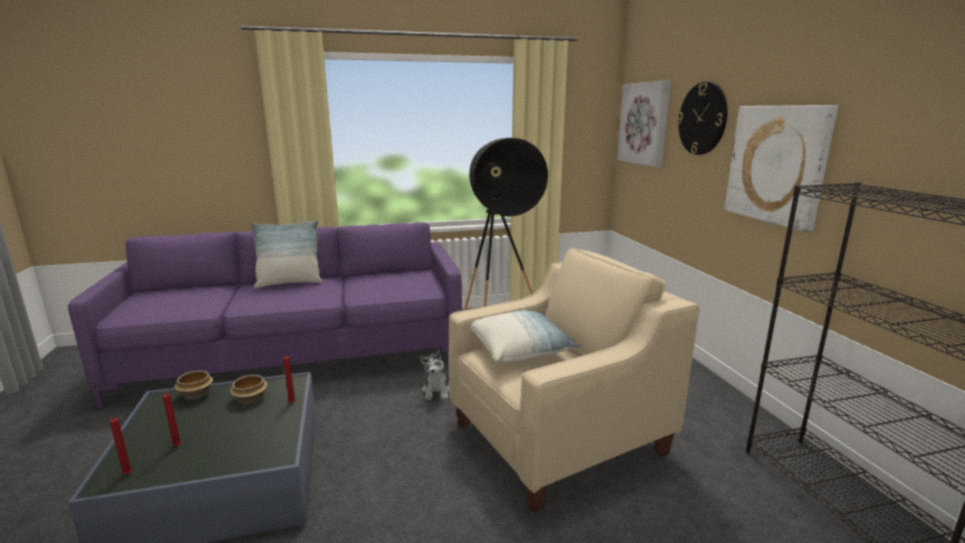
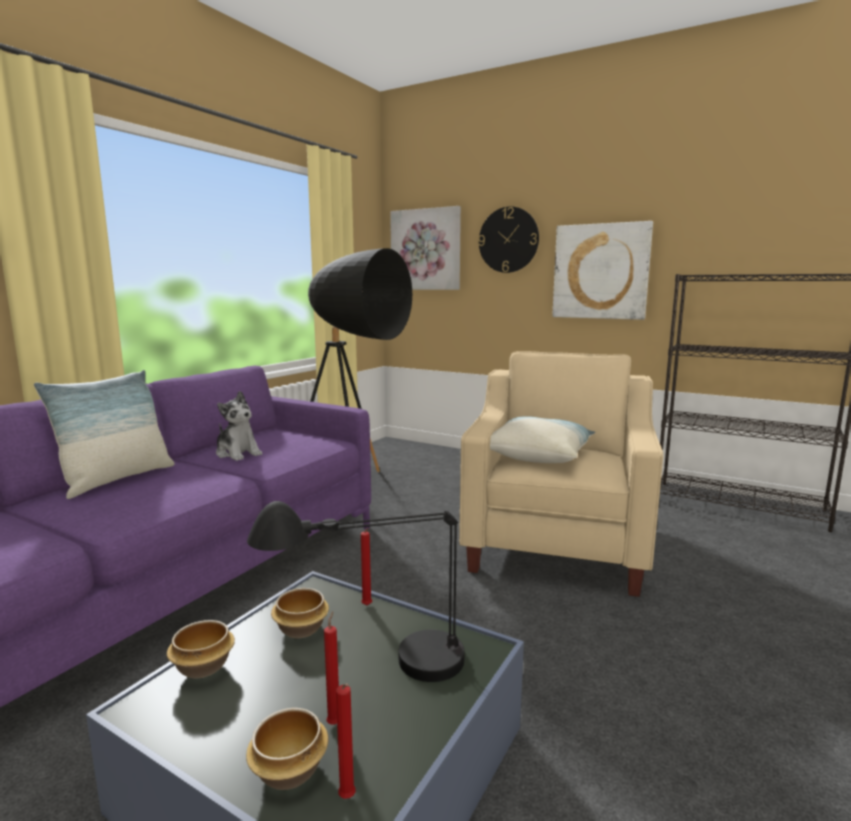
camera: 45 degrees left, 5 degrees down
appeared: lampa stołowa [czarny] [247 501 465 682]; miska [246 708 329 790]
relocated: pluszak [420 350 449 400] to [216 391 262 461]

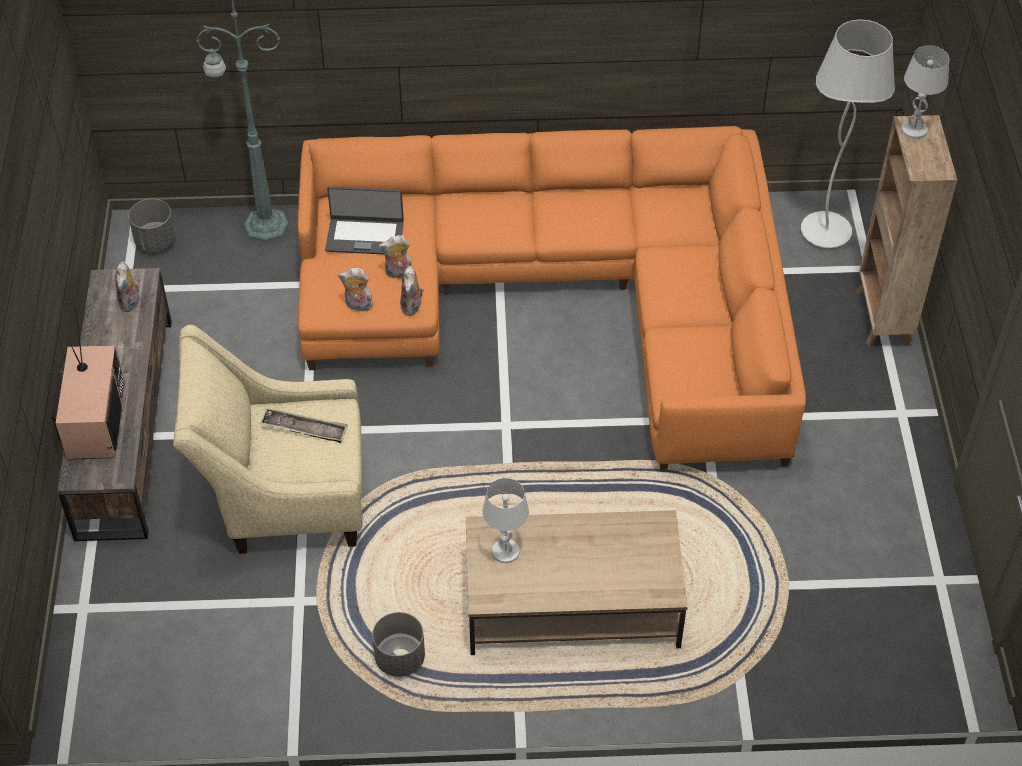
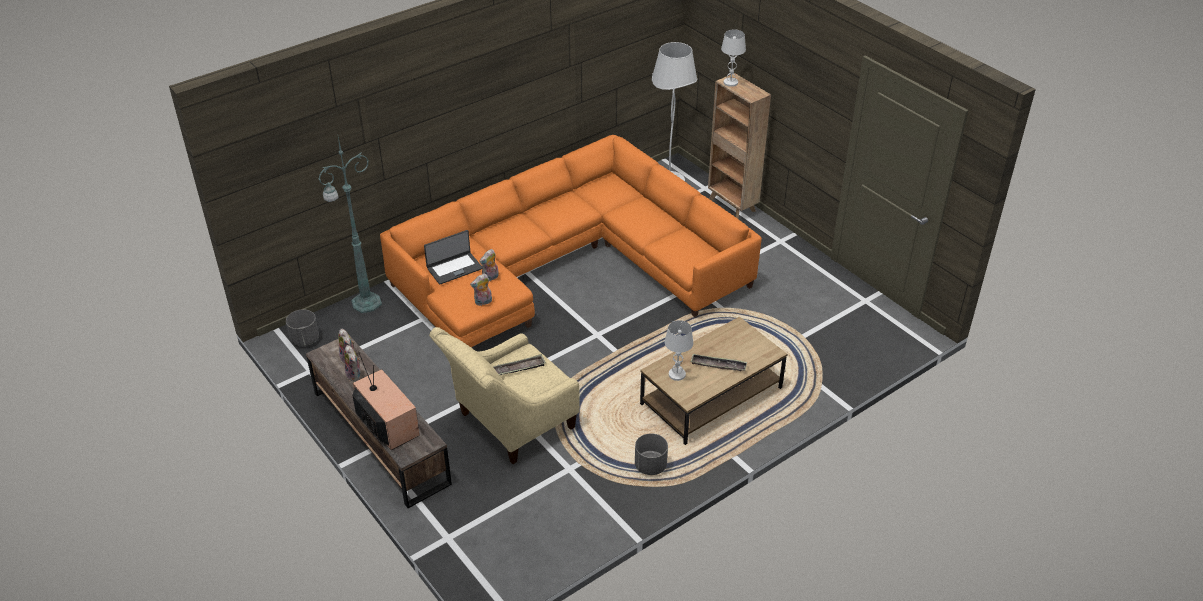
camera: 35 degrees left, 10 degrees down
appeared: taca [690 354 747 371]
relocated: pluszak [400 266 424 316] to [344 345 361 381]

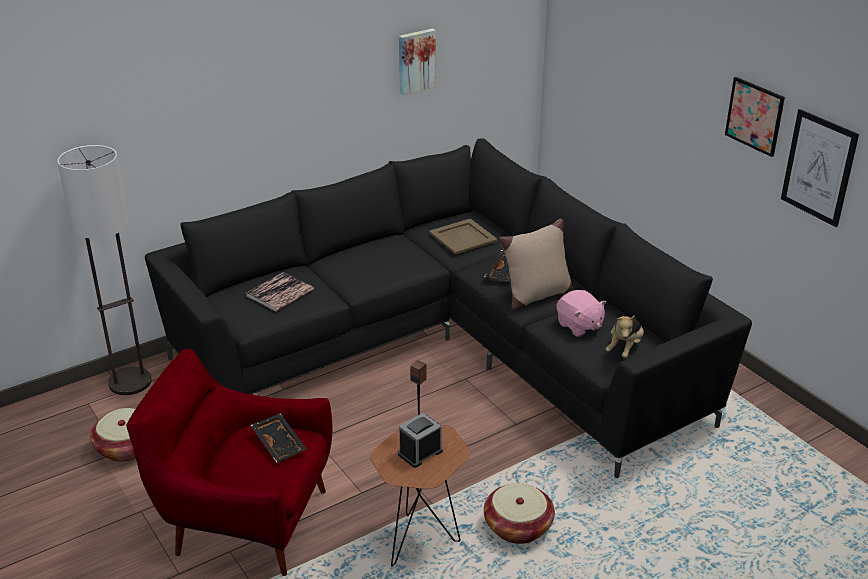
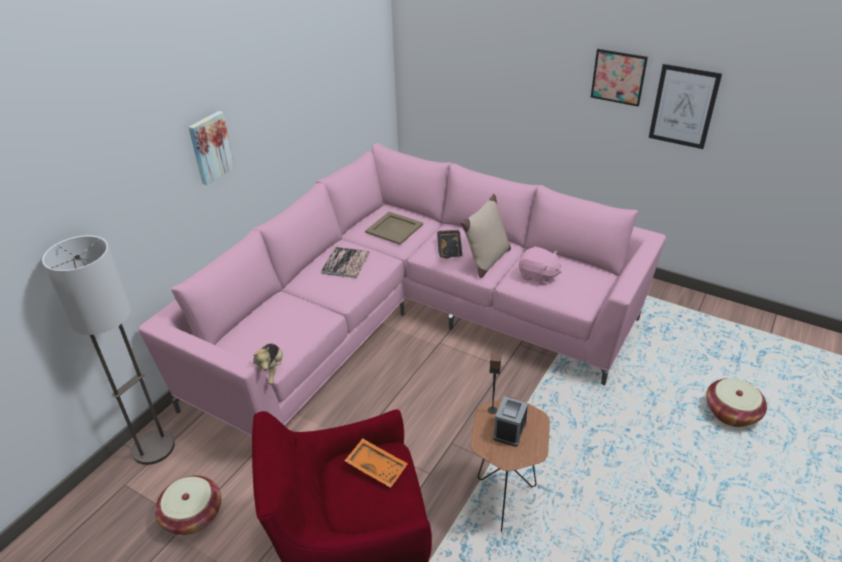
camera: 25 degrees left, 5 degrees up
relocated: obraz [399 28 436 95] to [188 111 235 185]; książka [246 272 314 311] to [321 247 370 278]; pluszak [606 315 644 358] to [253 344 283 385]; koszyk [484 483 555 544] to [706 378 767 427]
colour: kanapa [czarny] [145 138 752 478] to kanapa [różowy] [139 143 666 436]; taca [czarny] [251 413 307 463] to taca [pomarańczowy] [345 438 408 488]

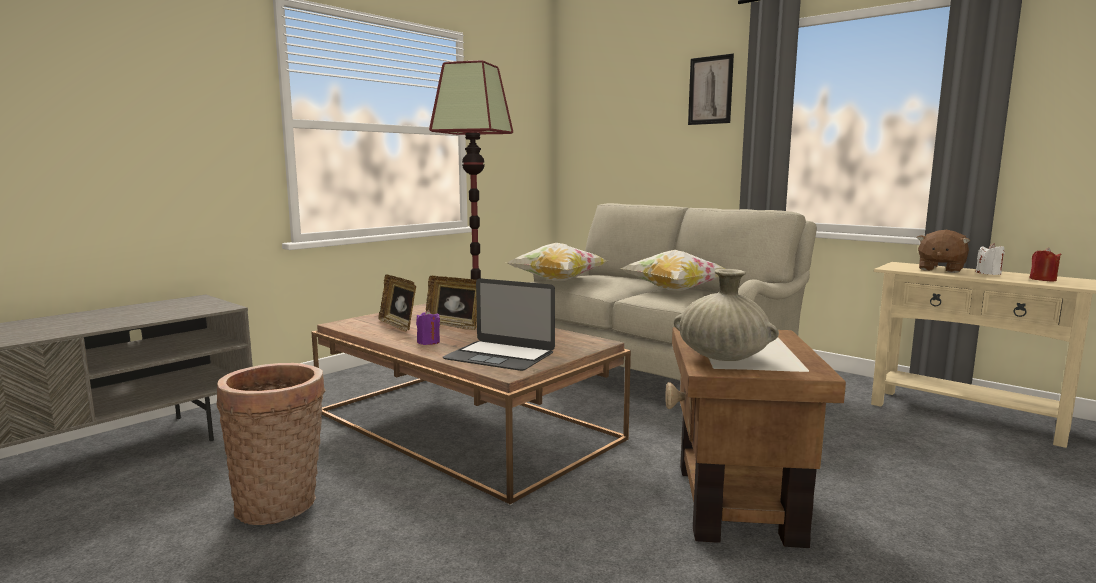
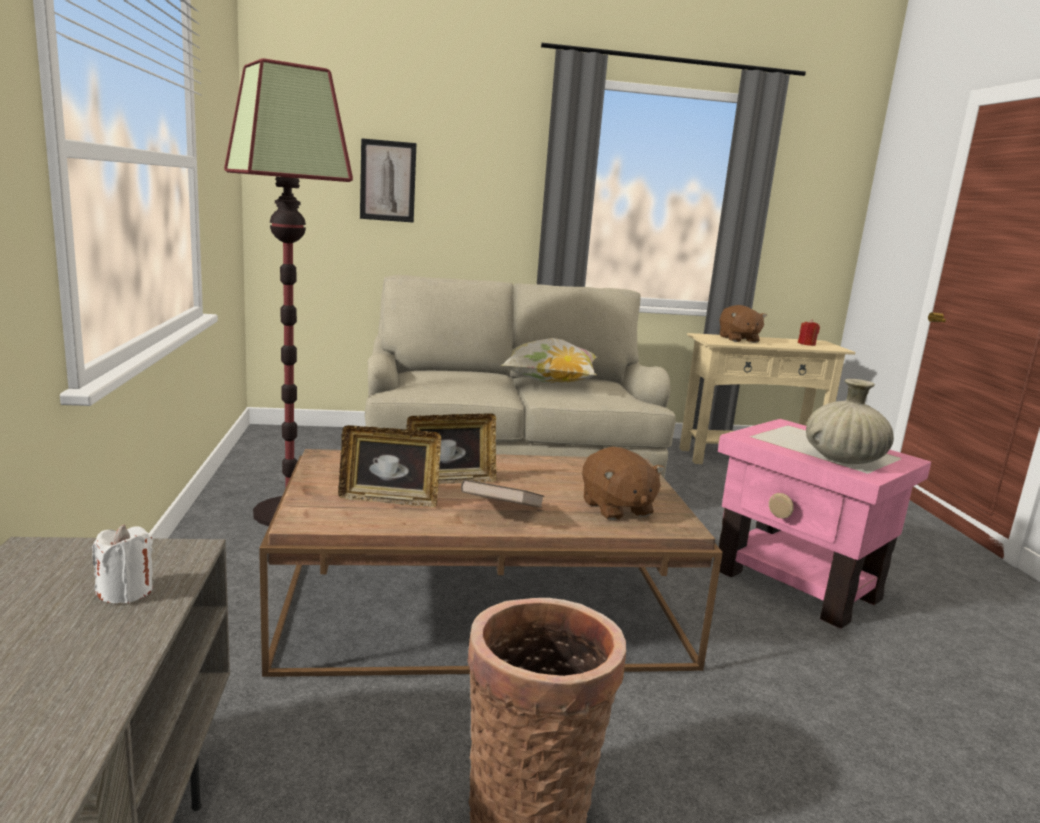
camera: 50 degrees left, 5 degrees up
missing: poduszka [507 243 607 281]
relocated: obraz [688 54 734 125] to [360 138 417 223]; świeca [biały] [976 243 1005 275] to [92 524 153 603]
exchanged: laptop [443 278 555 371] to pluszak [brązowy] [582 446 665 520]; świeca [fioletowy] [416 310 440 345] to książka [brązowy] [461 479 544 508]
colour: stolik [brązowy] [665 327 846 548] to stolik [różowy] [718 419 931 629]

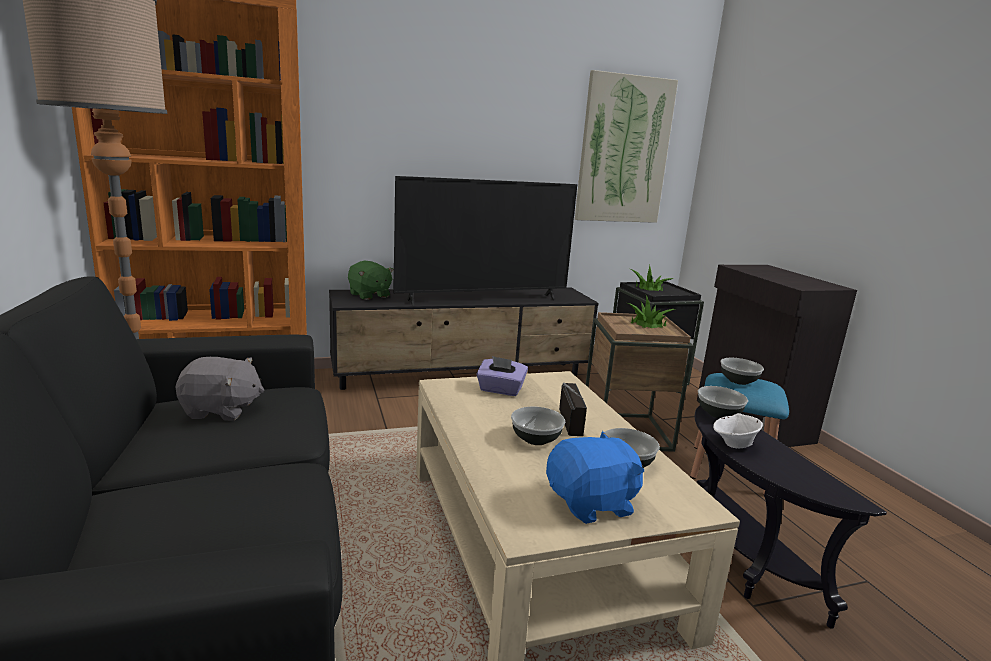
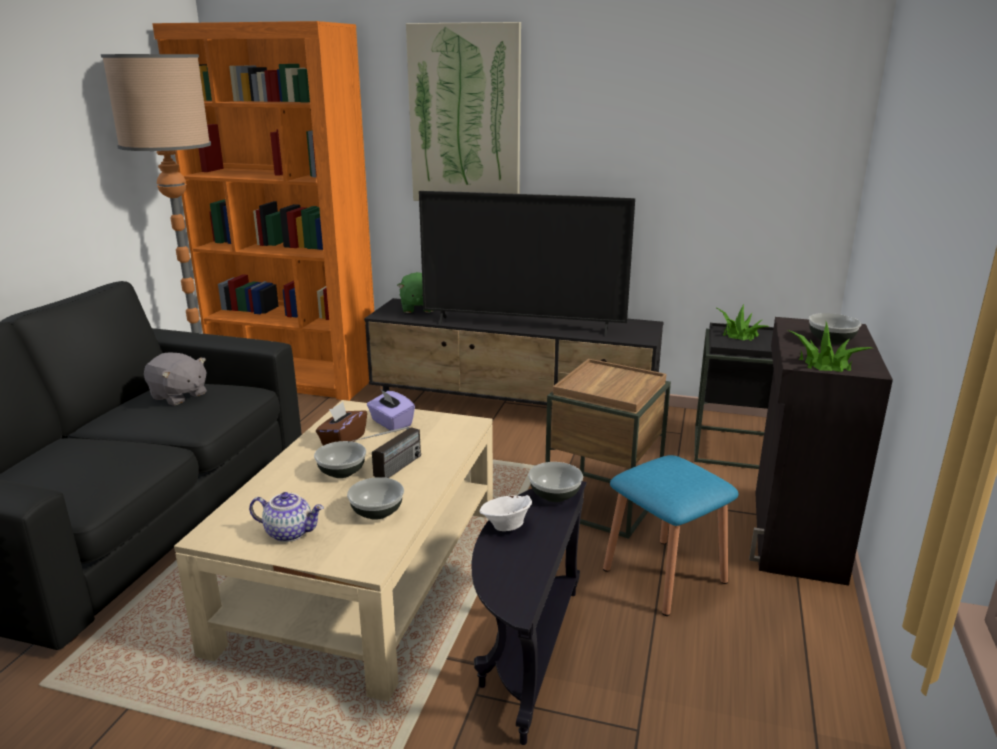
camera: 35 degrees right, 5 degrees up
appeared: pudełko chusteczek [brązowy] [316 402 367 446]
relocated: obraz [575 70 678 223] to [406 22 521 201]; roślina doniczkowa [628 295 675 328] to [788 322 871 372]; miska [720 358 764 385] to [808 313 861 345]
exchanged: pluszak [niebieski] [546 431 644 524] to imbryk [249 492 324 542]

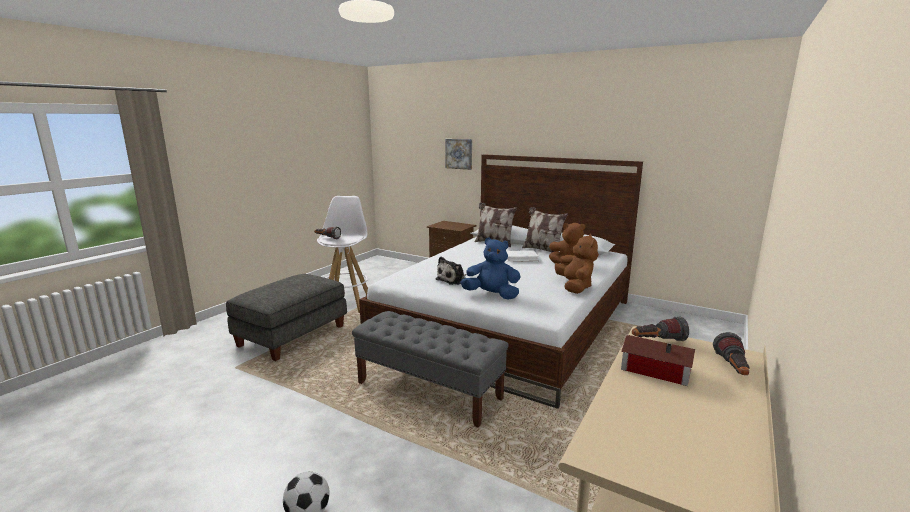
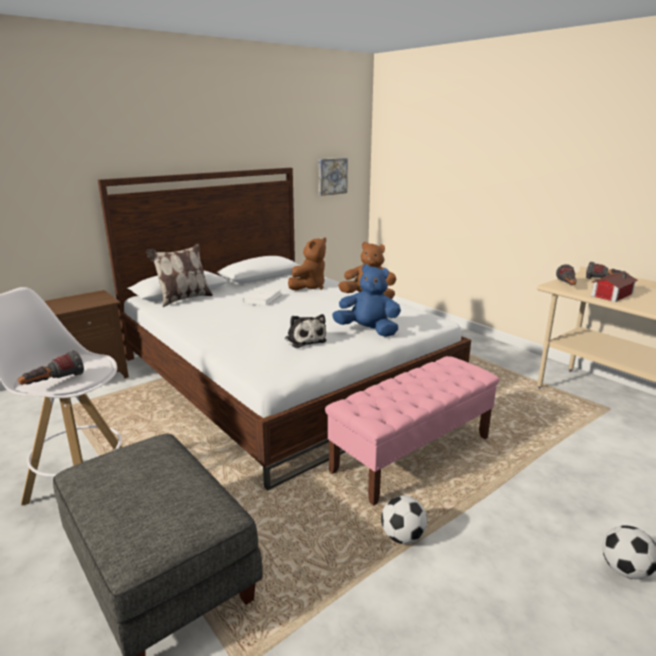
camera: 70 degrees left, 5 degrees up
missing: poduszka [522 207 568 253]
appeared: piłka futbolowa [381 496 427 544]
relocated: obraz [445 139 472 170] to [319 158 348 196]
colour: ławka [szary] [352 311 508 428] to ławka [różowy] [325 356 499 506]
spun: pluszak [niebieski] [460 237 521 300] = [332 264 401 337] 75 degrees clockwise

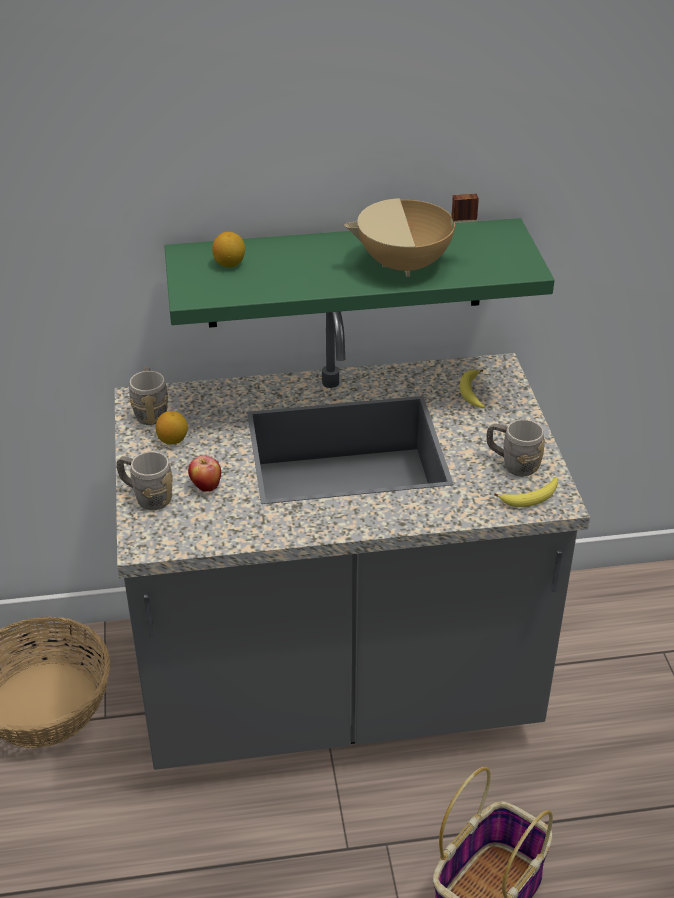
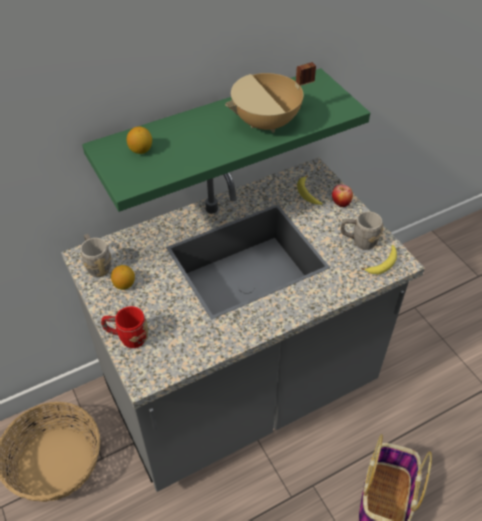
camera: 20 degrees left, 10 degrees up
relocated: jabłko [188 455 221 492] to [332 185 353 207]
colour: kubek [szary] [116 452 173 510] to kubek [czerwony] [101 306 148 348]

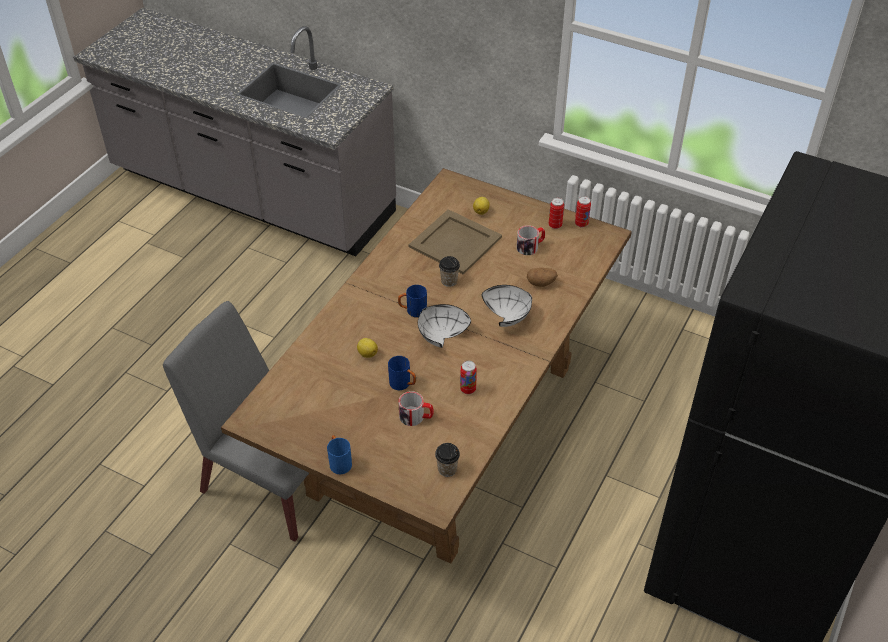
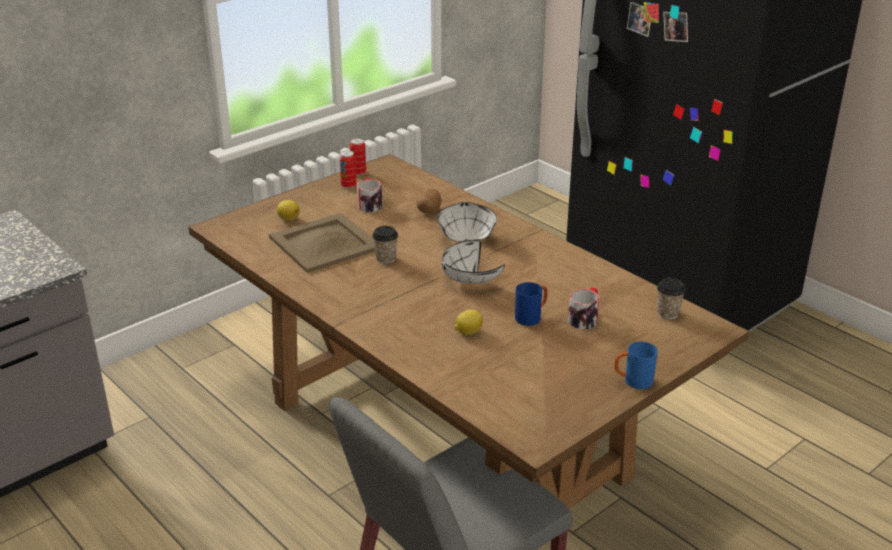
camera: 70 degrees left, 15 degrees down
missing: kubek [niebieski] [398 285 427 318]; puszka [460 361 477 394]

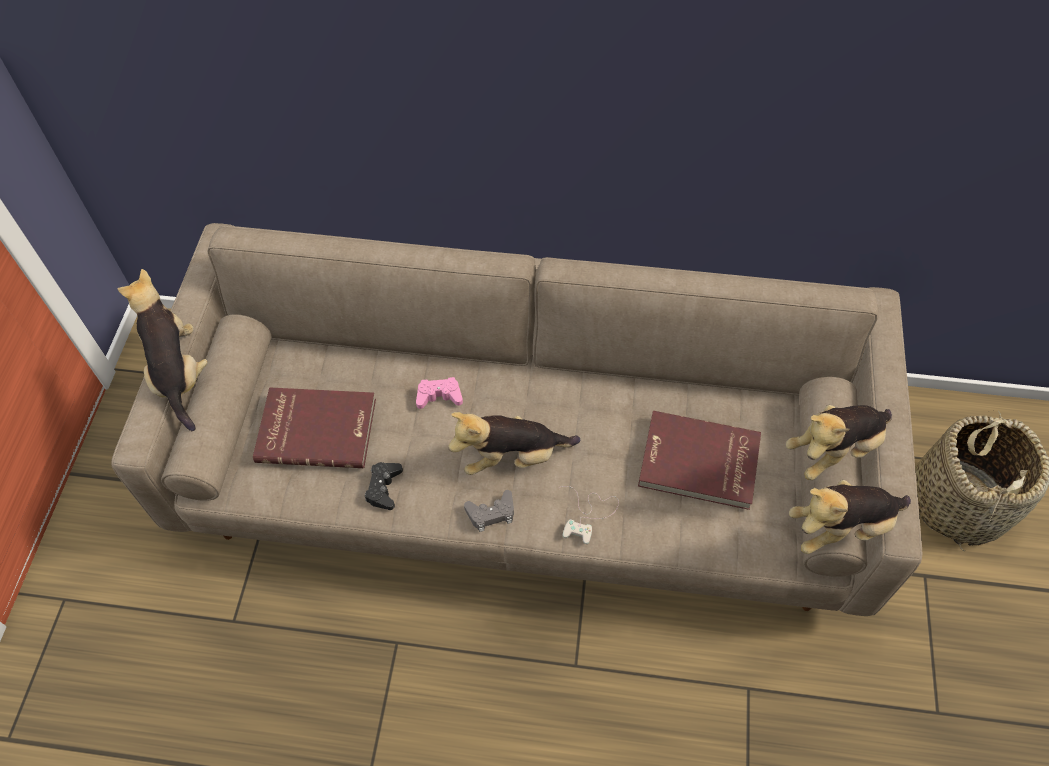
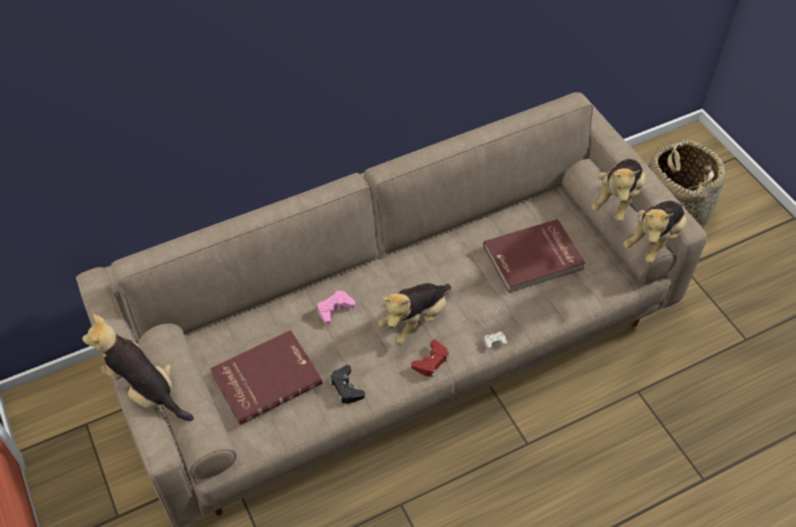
camera: 35 degrees left, 5 degrees down
colour: pad do gier [szary] [464 490 514 532] to pad do gier [czerwony] [411 340 449 377]

